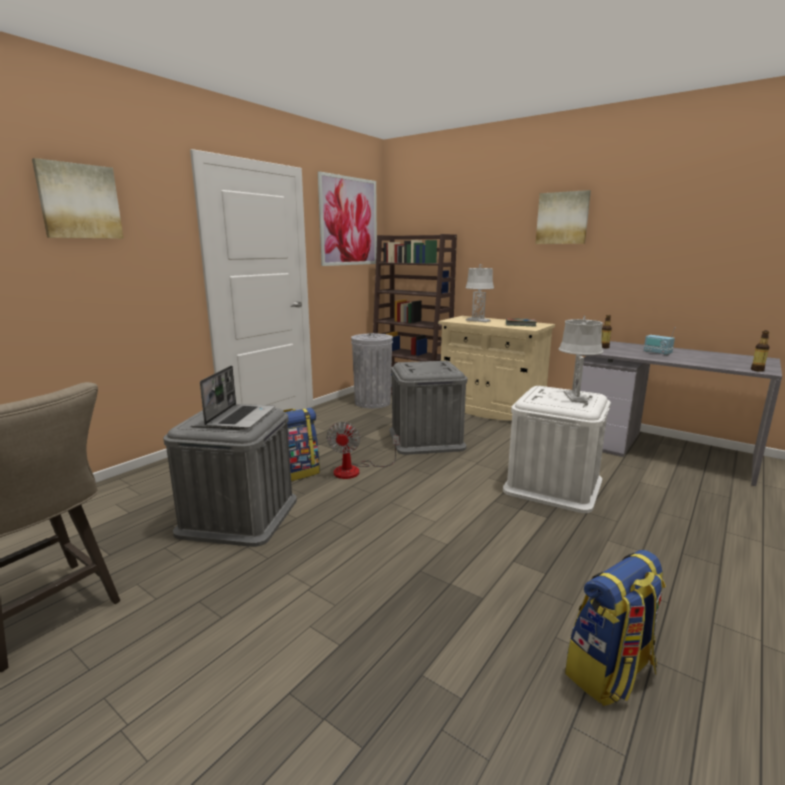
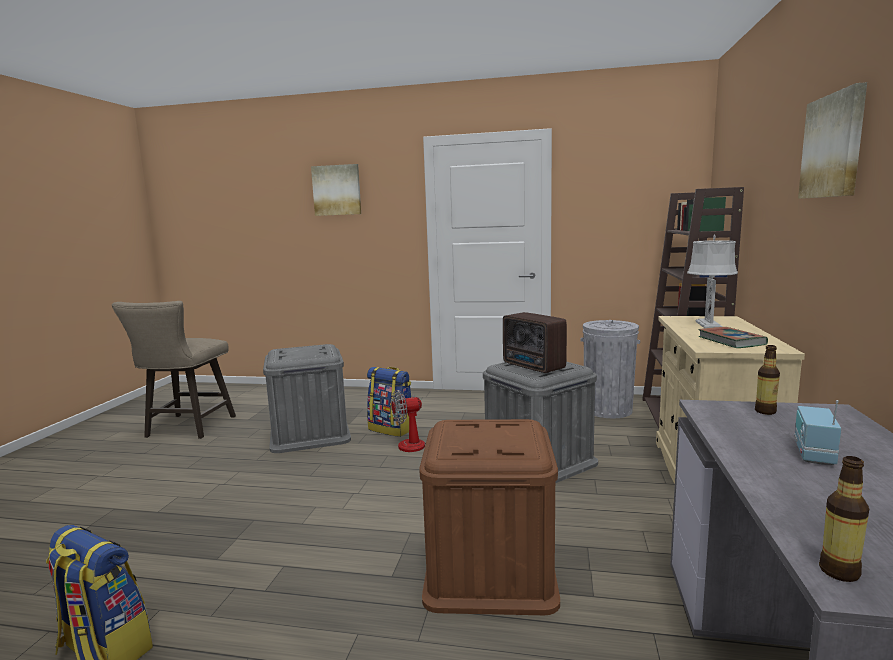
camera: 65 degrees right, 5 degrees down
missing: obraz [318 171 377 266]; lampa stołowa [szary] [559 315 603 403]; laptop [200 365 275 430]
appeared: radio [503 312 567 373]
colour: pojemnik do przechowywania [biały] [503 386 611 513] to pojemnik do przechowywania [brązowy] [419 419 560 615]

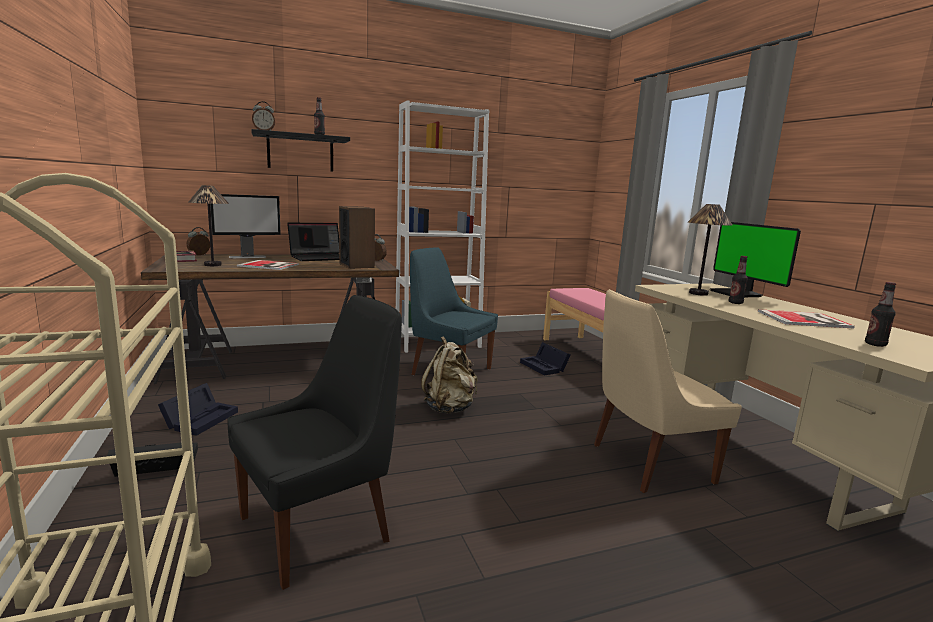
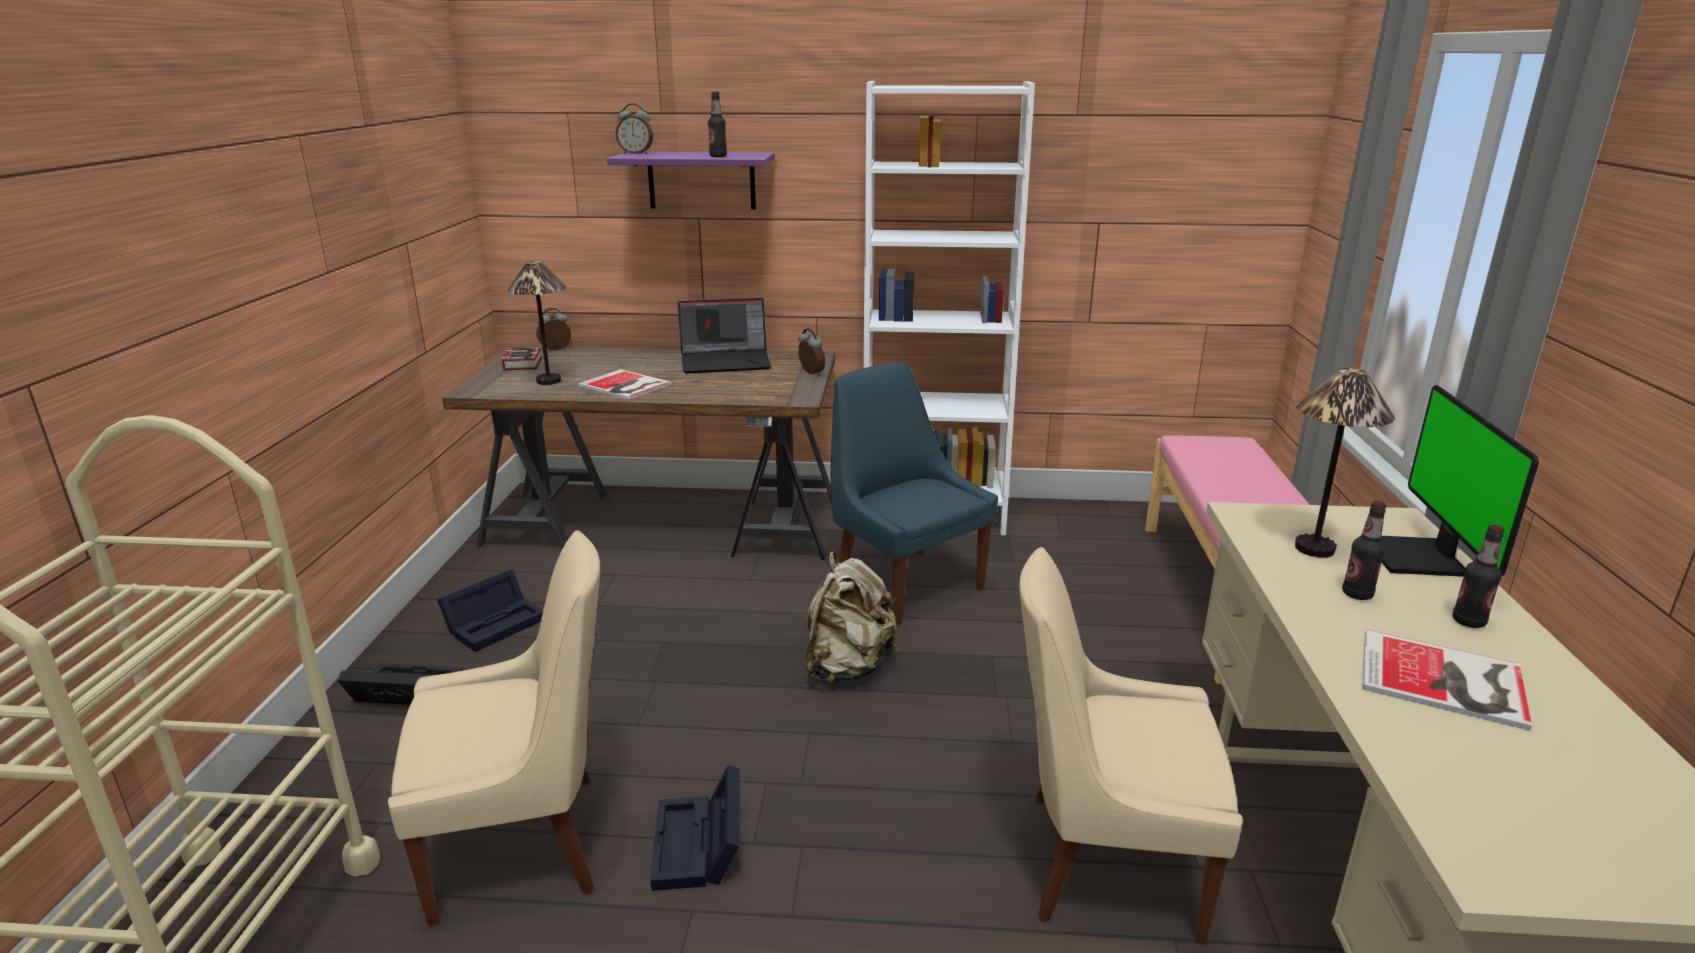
camera: 25 degrees right, 10 degrees up
missing: monitor [210 194 281 258]; głośnik [339 206 375 269]
relocated: butelka [865 282 896 347] to [1453 525 1505 628]; pojemnik do przechowywania [czarny] [520 342 570 376] to [650 765 740 891]
colour: półka [czarny] [251 129 350 171] to półka [fioletowy] [607 152 775 210]; krzesło [czarny] [227 295 402 590] to krzesło [beżowy] [388 530 600 926]

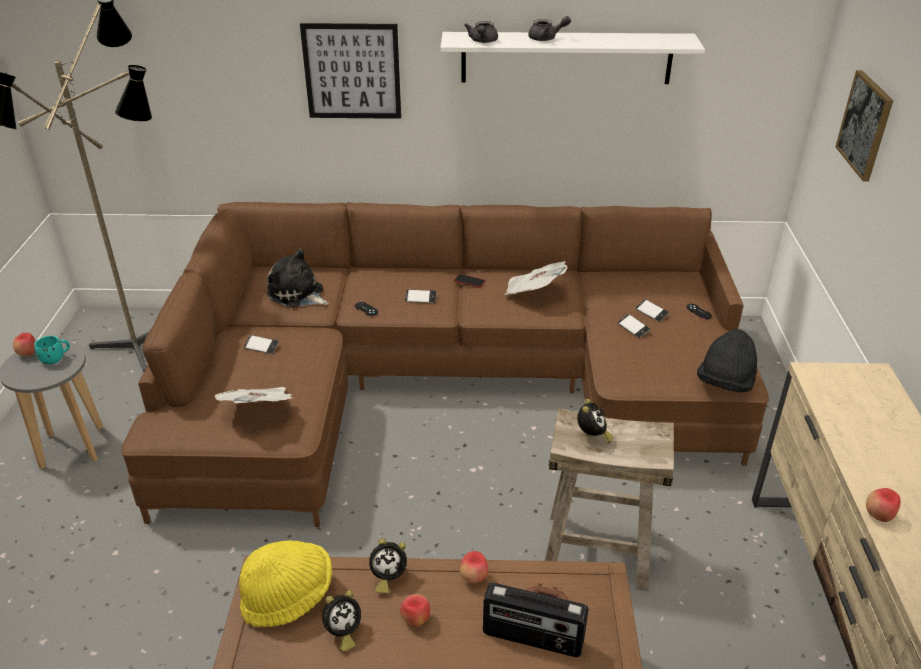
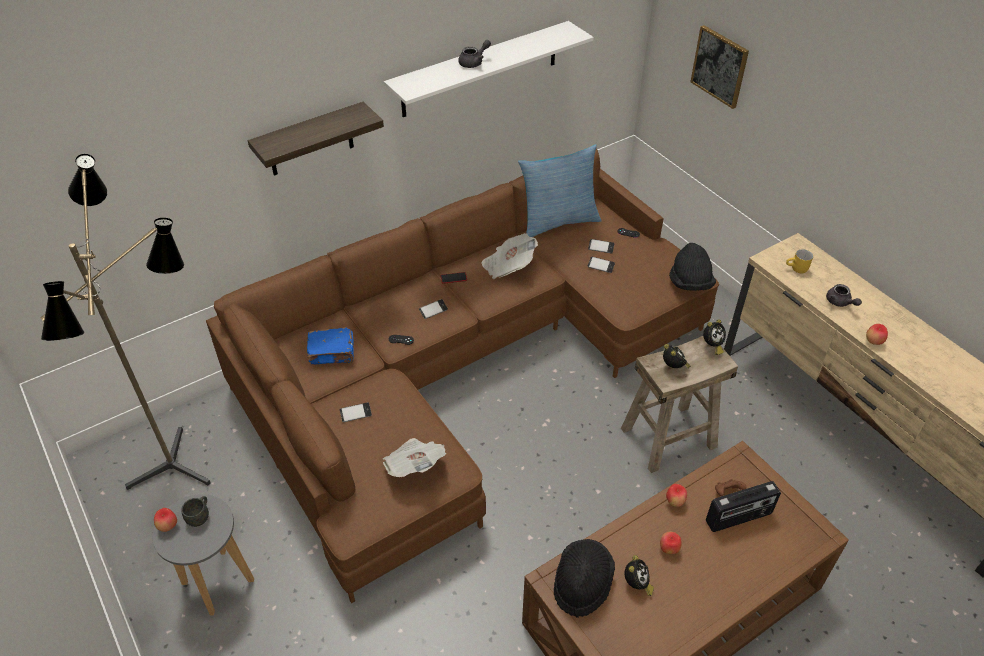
camera: 35 degrees left, 10 degrees up
appeared: poduszka [518 144 602 237]; kubek [żółty] [786 249 813 273]
relocated: imbryk [szary] [464 21 498 43] to [826 284 862 307]; budzik [369 538 407 594] to [703 319 726 355]
exchanged: obraz [300 23 401 119] to półka [247 102 384 176]; pluszak [267 249 328 308] to książka [niebieski] [307 327 354 364]
colour: kubek [turkusowy] [34 336 70 365] to kubek [szary] [181 496 209 527]; kapelusz [żółty] [239 540 332 627] to kapelusz [czarny] [554 539 615 618]

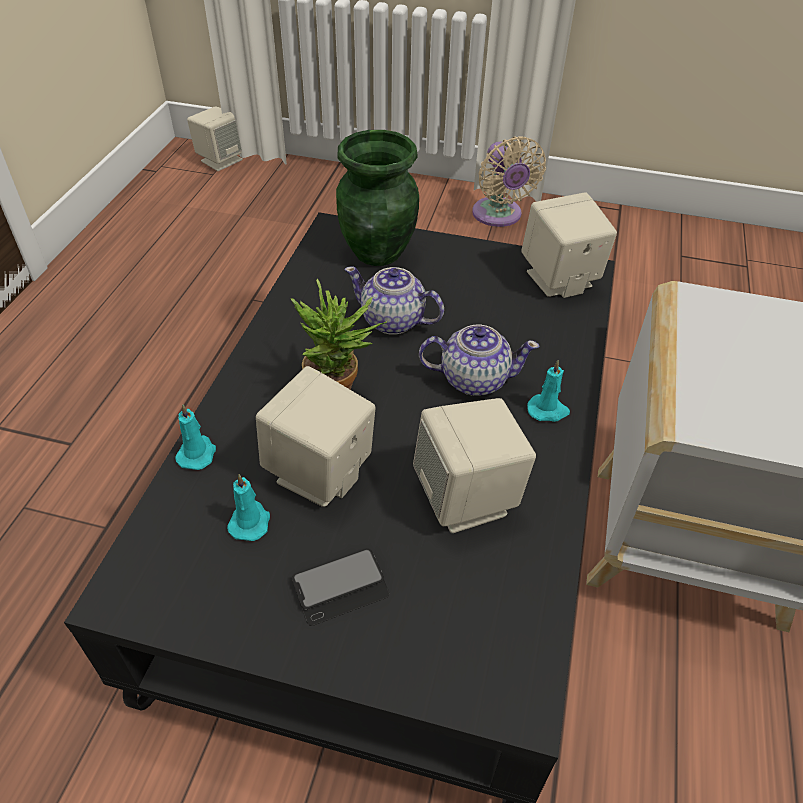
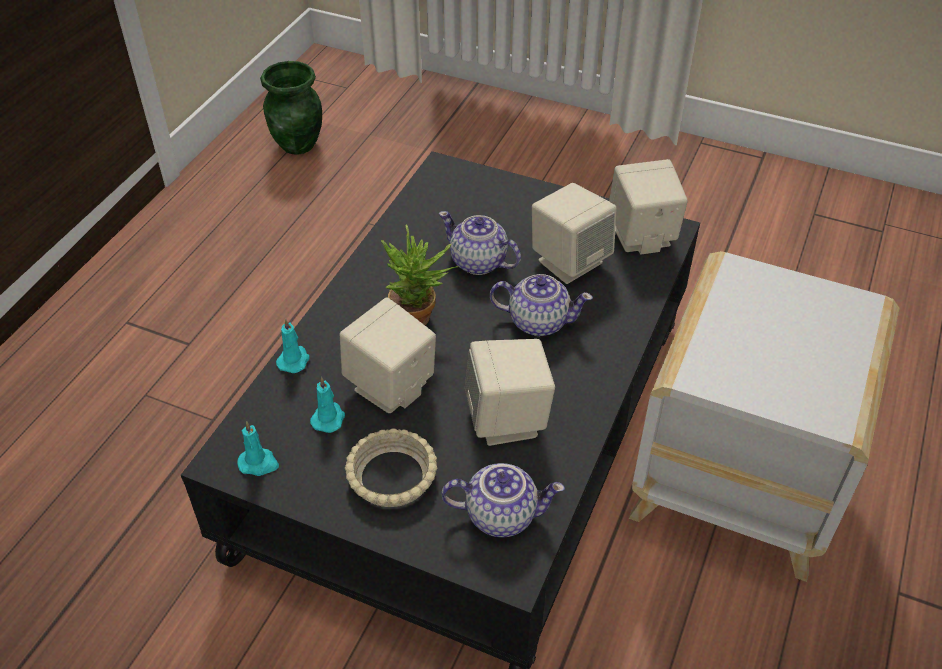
camera: 10 degrees right, 0 degrees up
missing: wentylator [beżowy] [472 136 546 227]
appeared: imbryk [441 463 565 537]
relocated: głośnik [beżowy] [187 106 243 171] to [532 183 617 284]; wazon [zielony] [336 130 419 266] to [260 61 322 155]; świeca [turkusowy] [527 360 570 422] to [237 421 279 476]
exchanged: telefon [292 548 389 626] to miska [beżowy] [345 428 437 507]

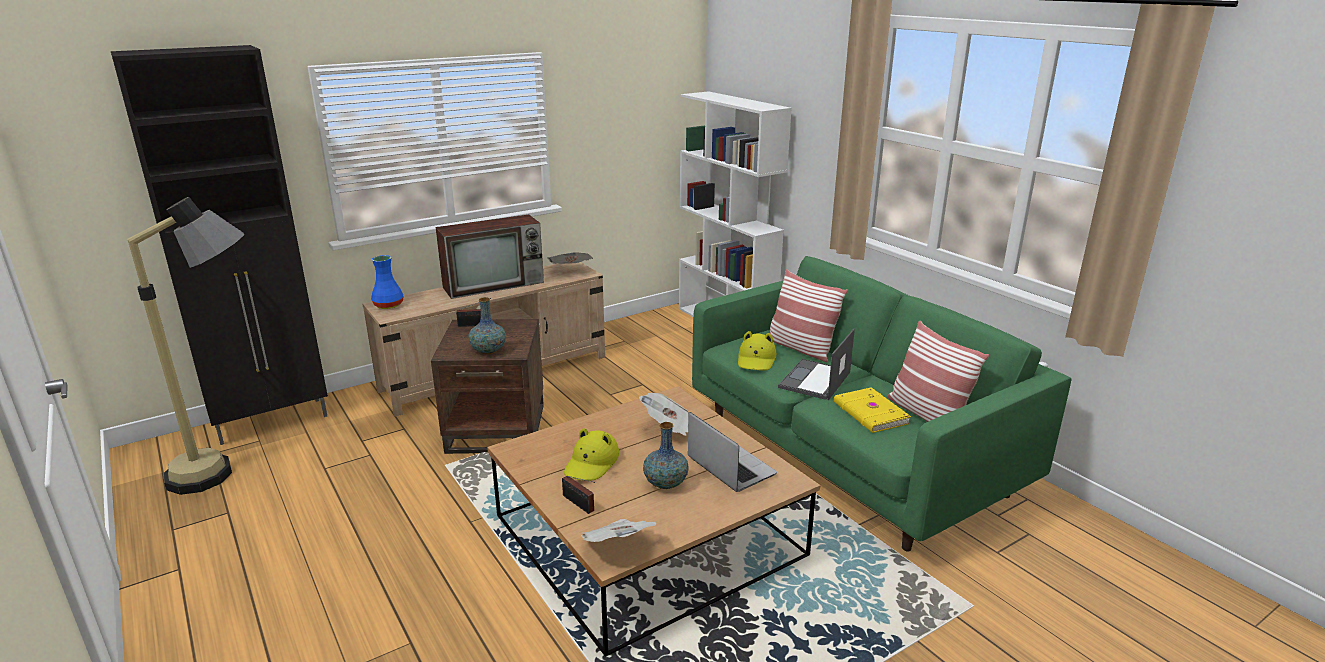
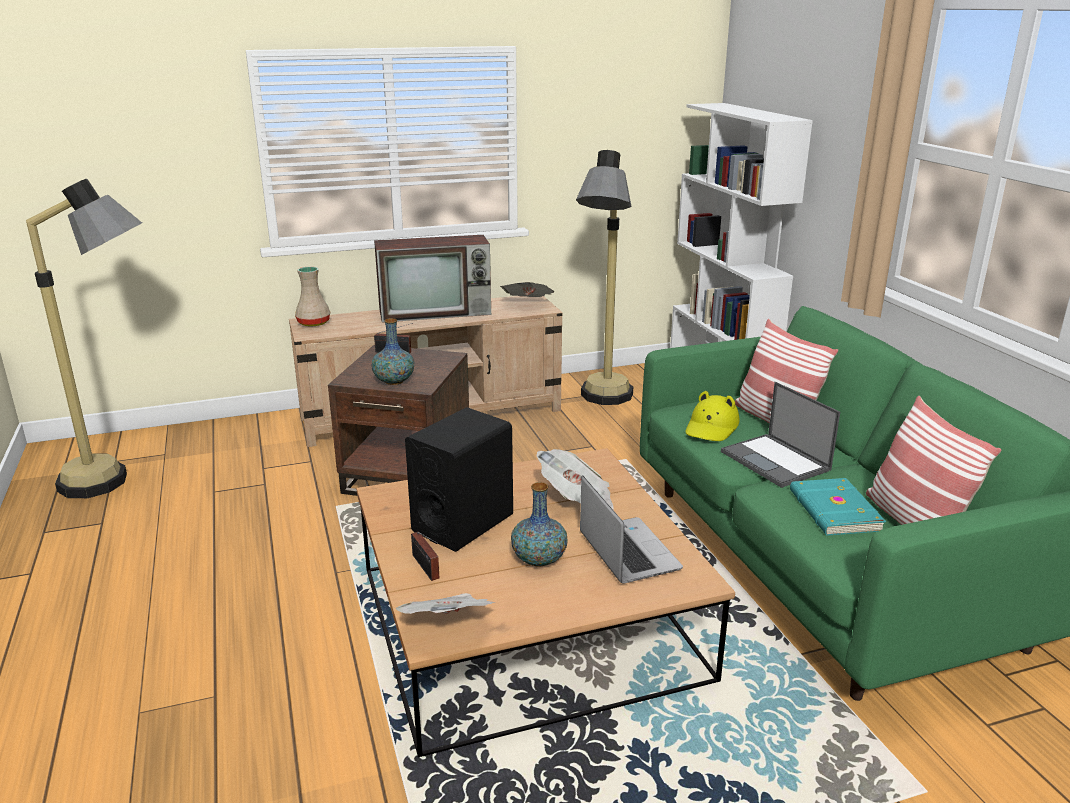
camera: 15 degrees right, 0 degrees up
missing: szafka [czarny] [111 45 328 445]
appeared: lampa stojąca [576 150 633 405]
exchanged: kapelusz [żółty] [564 428 619 481] to głośnik [czarny] [405 407 513 552]
colour: wazon [niebieski] [371 255 404 309] to wazon [beżowy] [295 266 330 326]; książka [żółty] [834 387 911 433] to książka [turkusowy] [790 478 886 536]
spun: laptop [778 328 855 400] = [721 382 840 488] 75 degrees counterclockwise

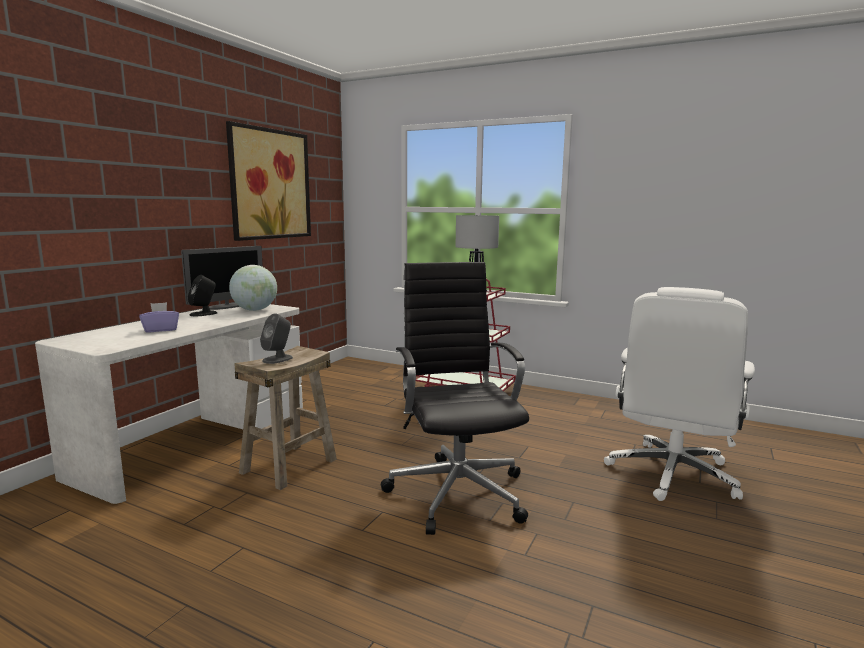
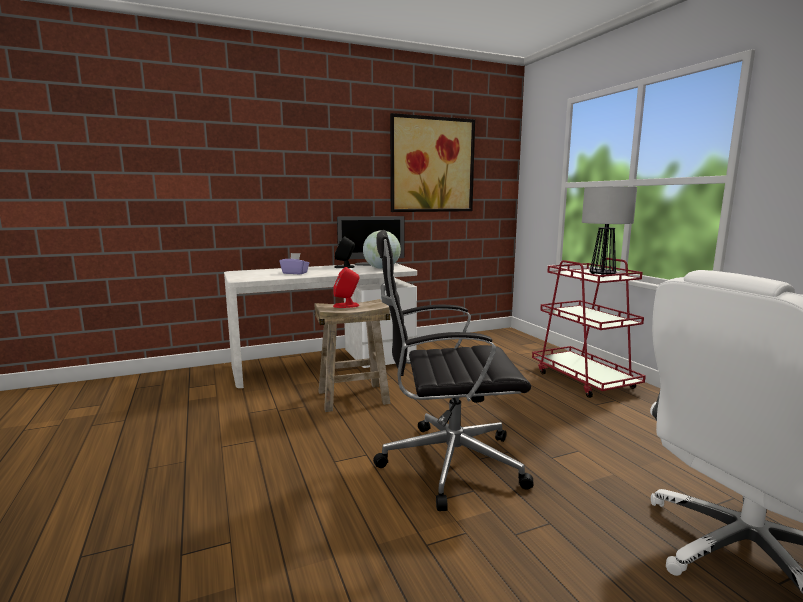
camera: 40 degrees right, 0 degrees up
colour: głośnik [szary] [260 313 293 364] to głośnik [czerwony] [333 267 360 308]
spun: krzesło biurowe [czarny] [381 262 529 535] = [373 230 533 511] 120 degrees counterclockwise

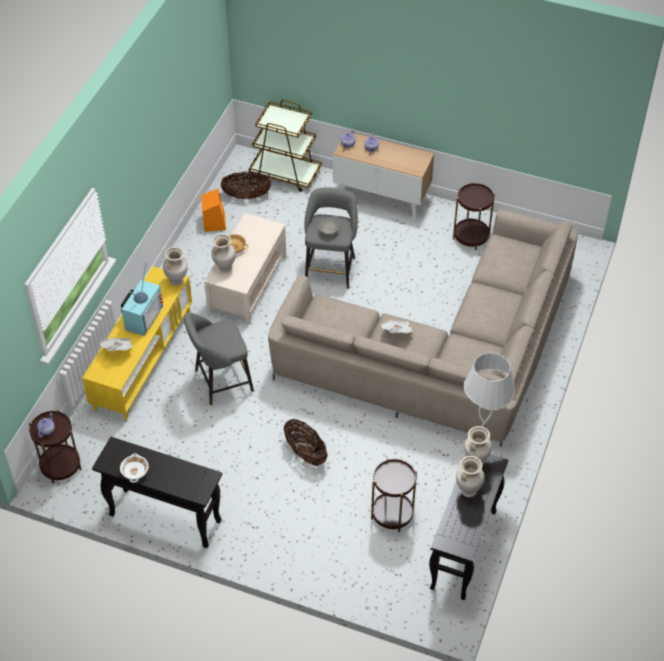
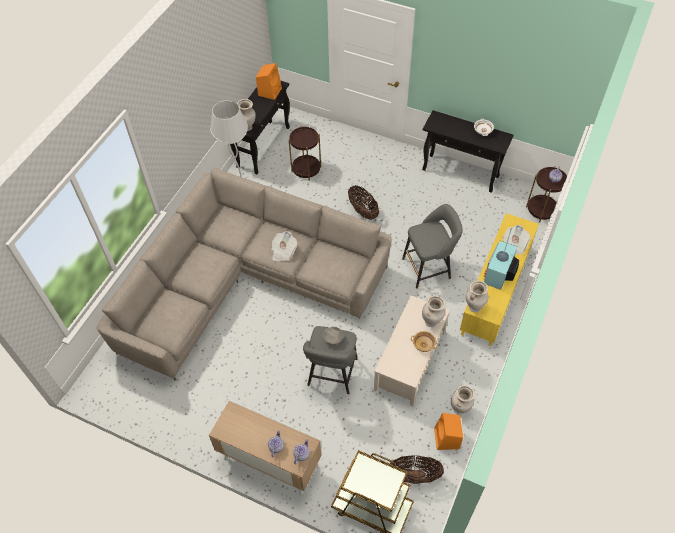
camera: 175 degrees left, 5 degrees up
missing: stolik [brązowy] [453 182 495 250]
appeared: głośnik [pomarańczowy] [256 63 282 100]
relocated: wazon [beżowy] [456 456 485 497] to [451 385 475 415]

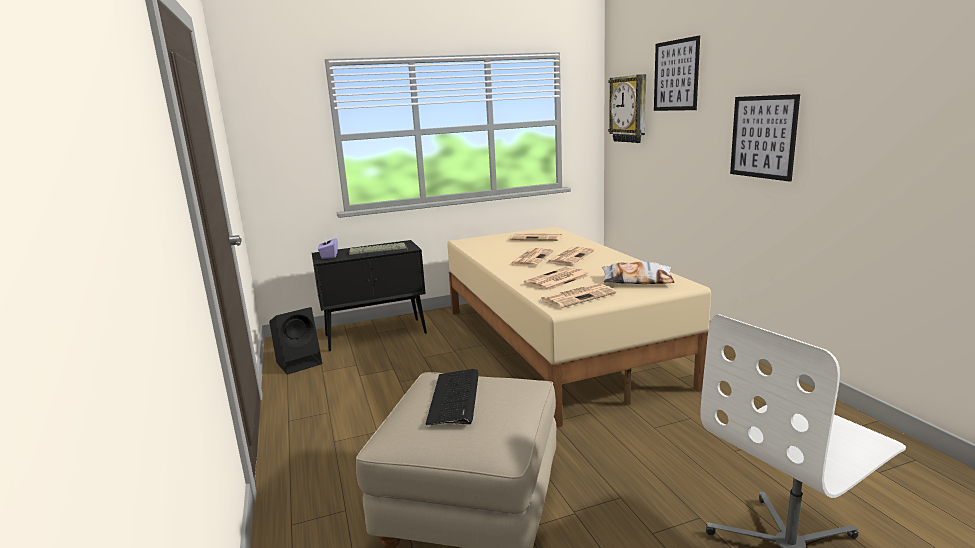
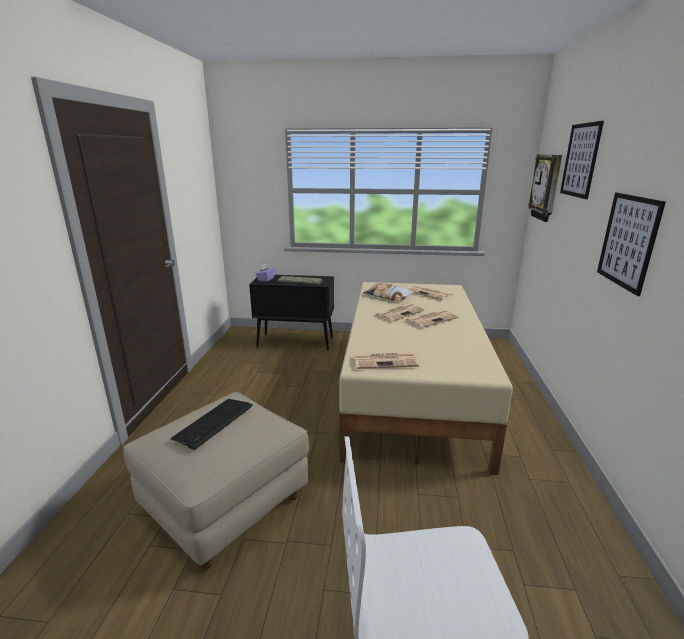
camera: 25 degrees right, 5 degrees up
missing: gazeta [524 267 591 291]; głośnik [czarny] [269 307 322 375]
relocated: poduszka [602 262 674 284] to [363 283 414 301]

